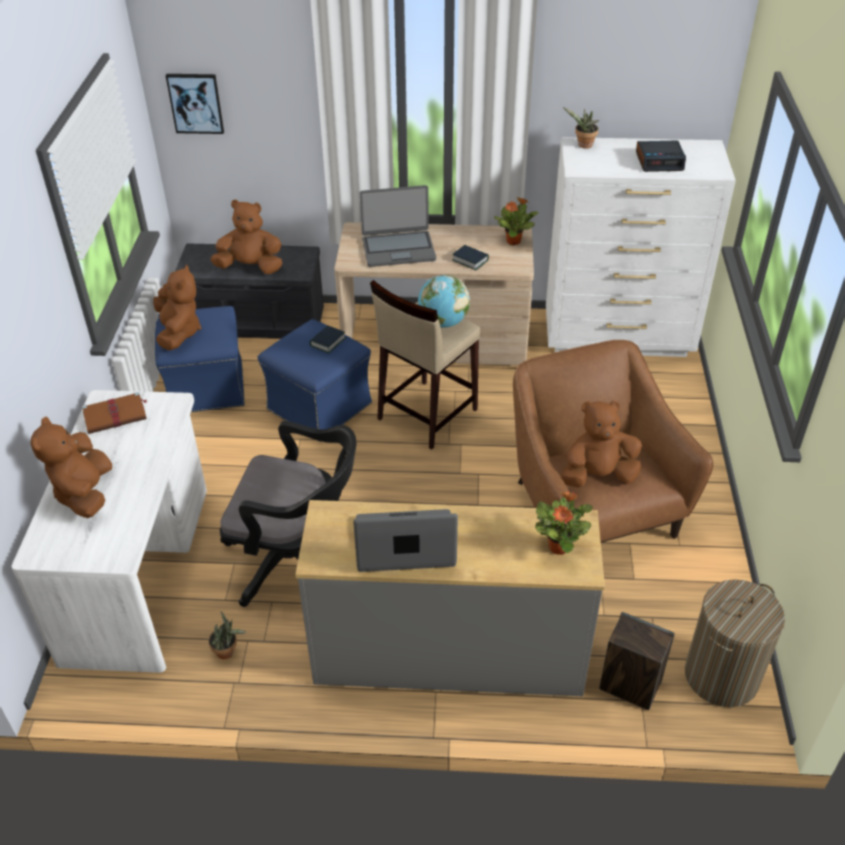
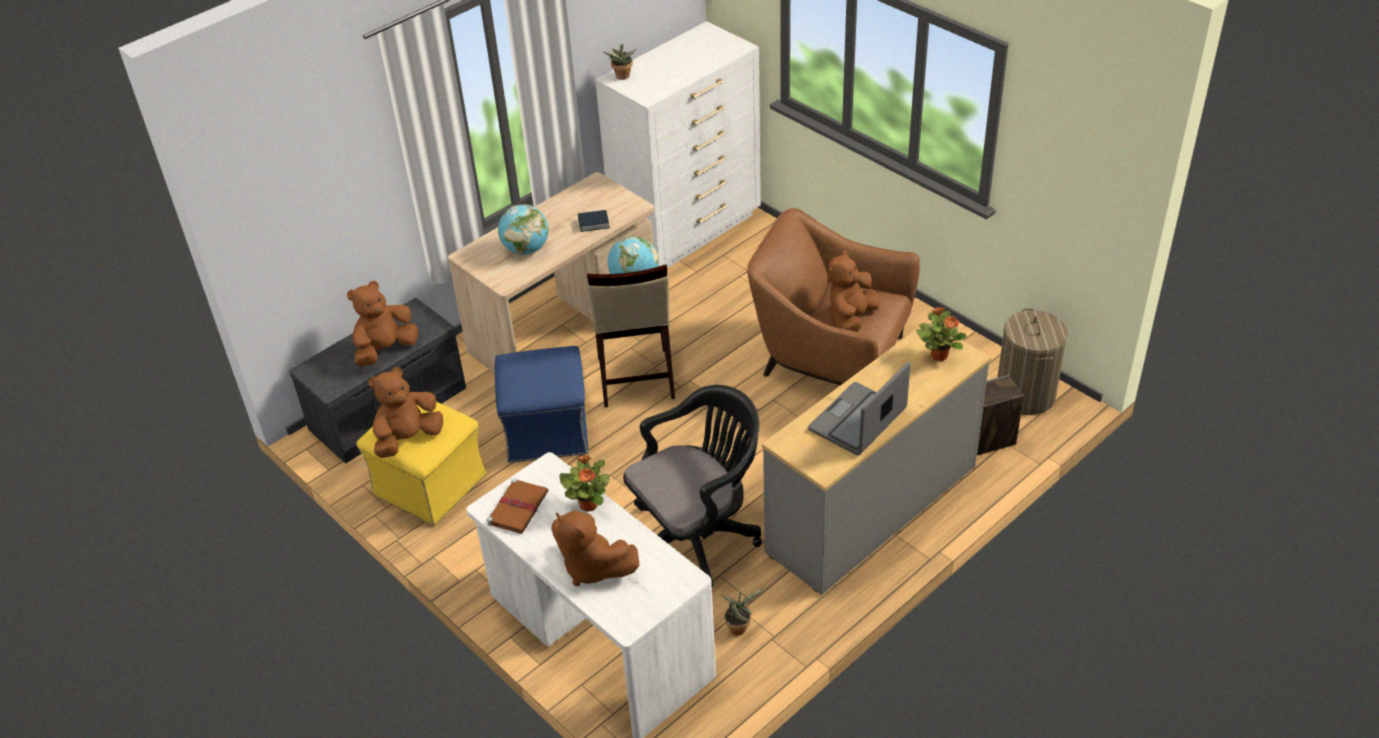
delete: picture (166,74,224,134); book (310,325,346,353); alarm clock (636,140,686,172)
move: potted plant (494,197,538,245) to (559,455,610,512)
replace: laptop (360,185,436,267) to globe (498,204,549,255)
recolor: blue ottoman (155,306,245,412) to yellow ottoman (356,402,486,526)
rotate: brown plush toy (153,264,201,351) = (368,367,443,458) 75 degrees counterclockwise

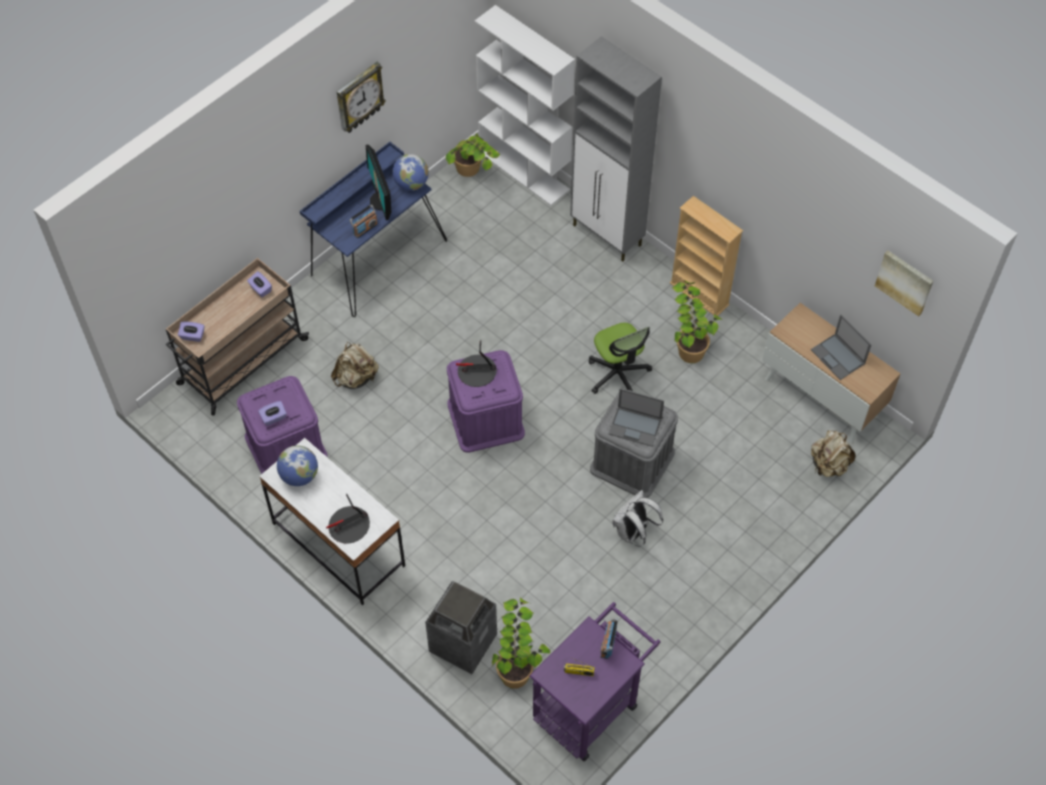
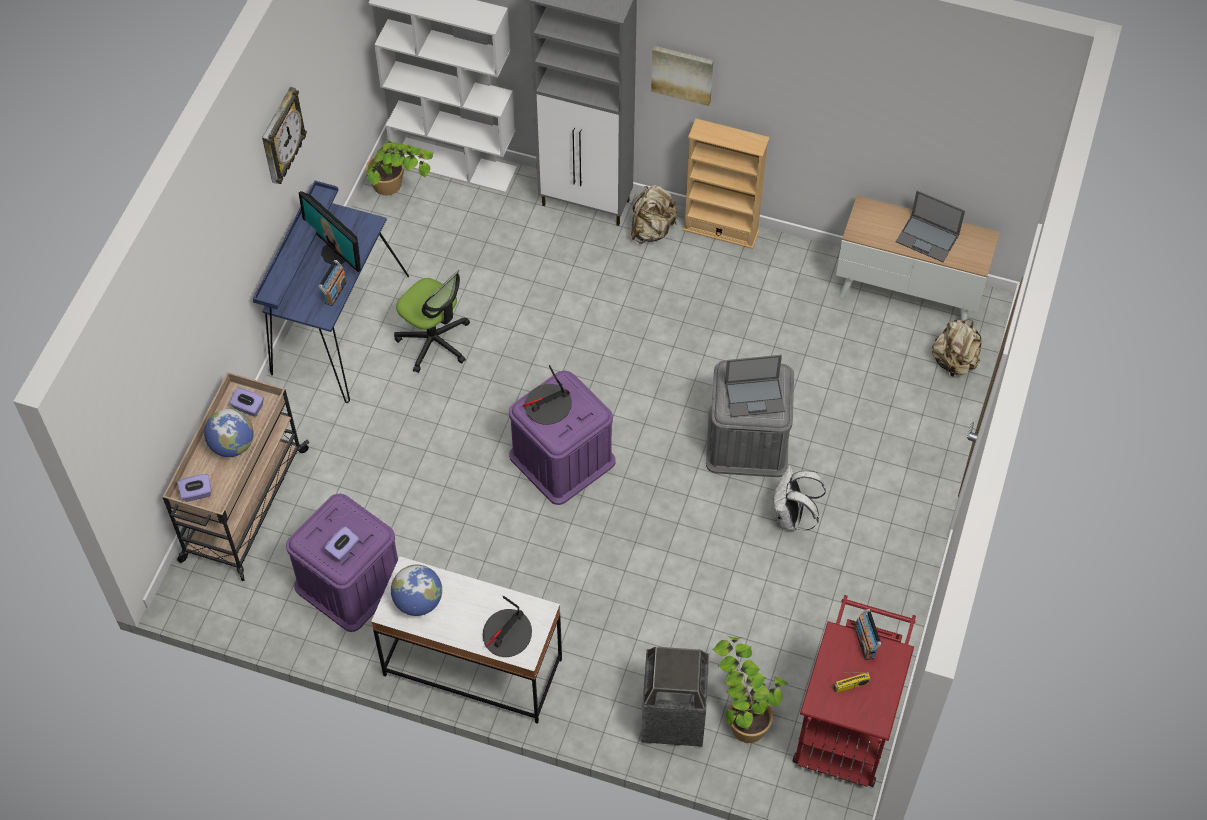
delete: potted plant (672,280,722,363)
move: beige backpack (331,342,379,389) to (631,185,677,244); globe (392,154,429,191) to (204,409,253,457); office chair (589,323,652,394) to (394,270,470,373); picture (875,250,933,316) to (651,46,714,106)
recolor: purple cart (529,602,661,761) to red cart (793,595,916,787)

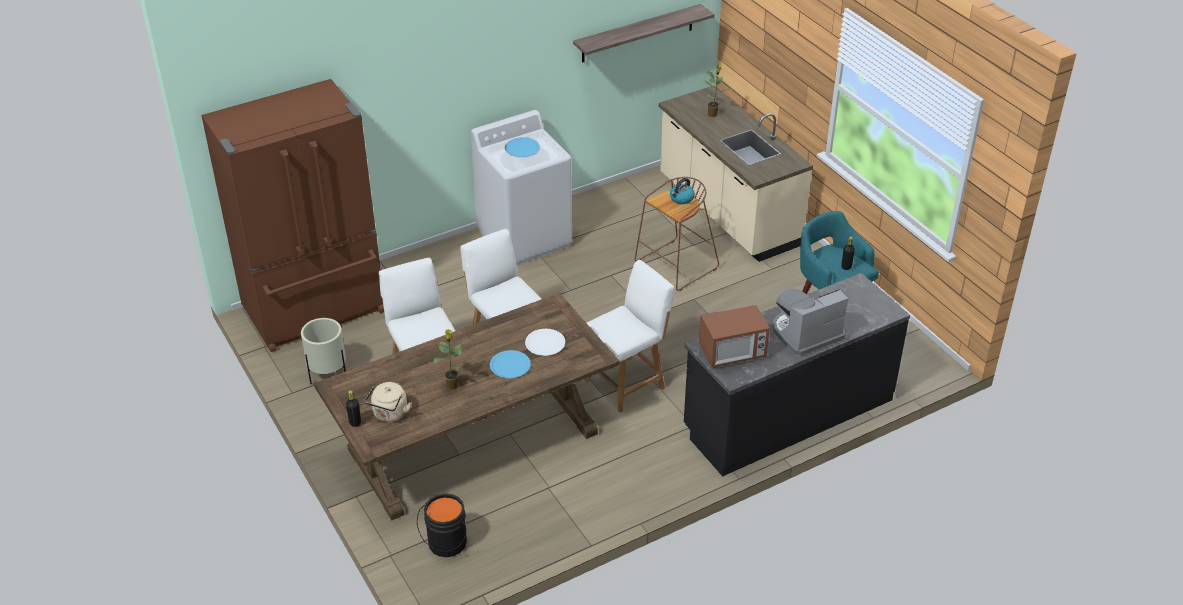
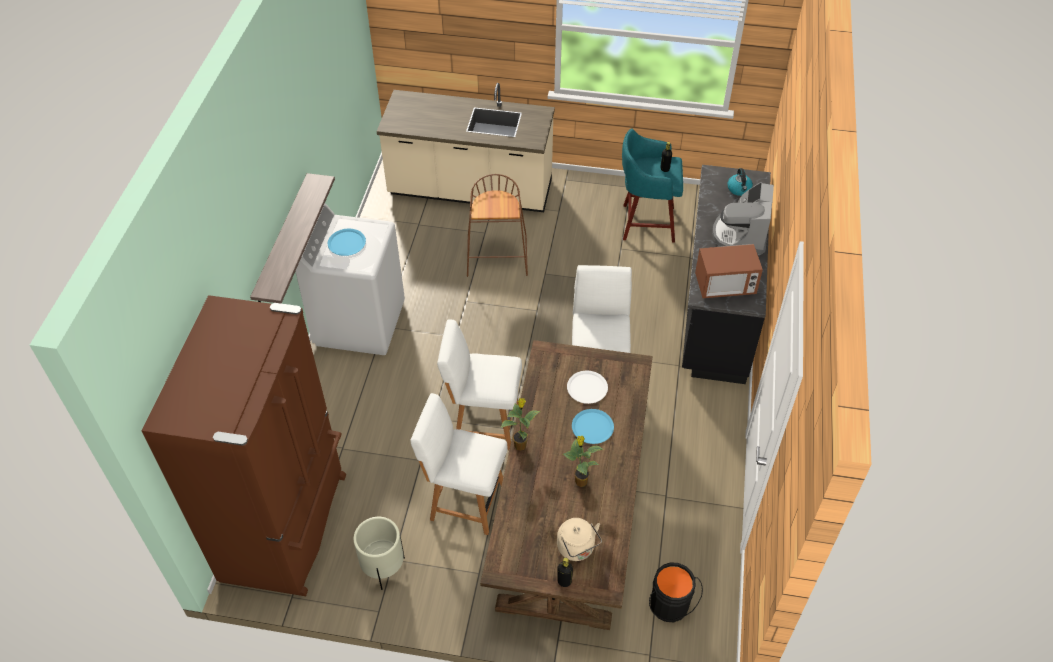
move: shelf (573,4,715,63) to (250,173,335,304); kettle (670,178,695,204) to (727,168,753,196); potted plant (702,65,732,117) to (501,398,540,451)
rotate: microwave (699,304,770,367) = (695,244,763,298) 60 degrees clockwise

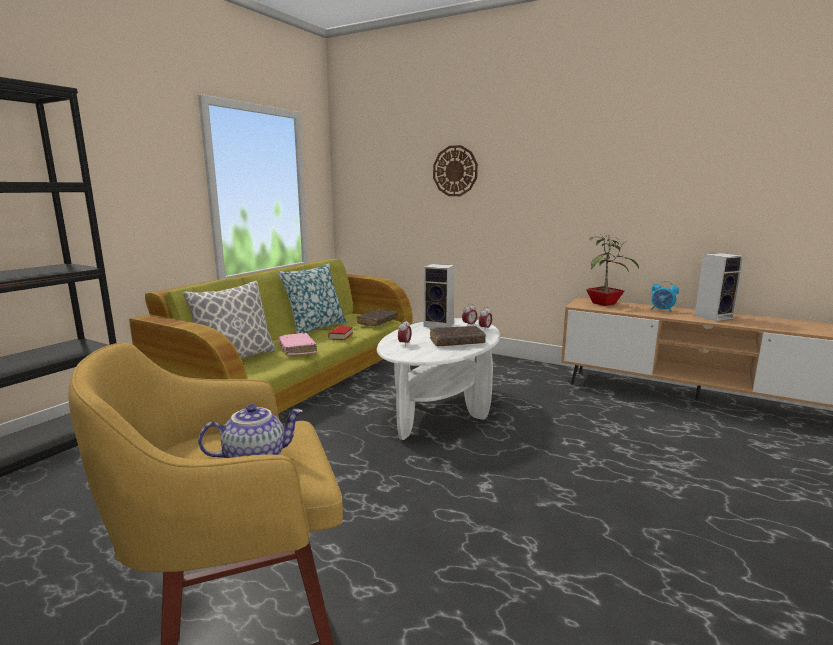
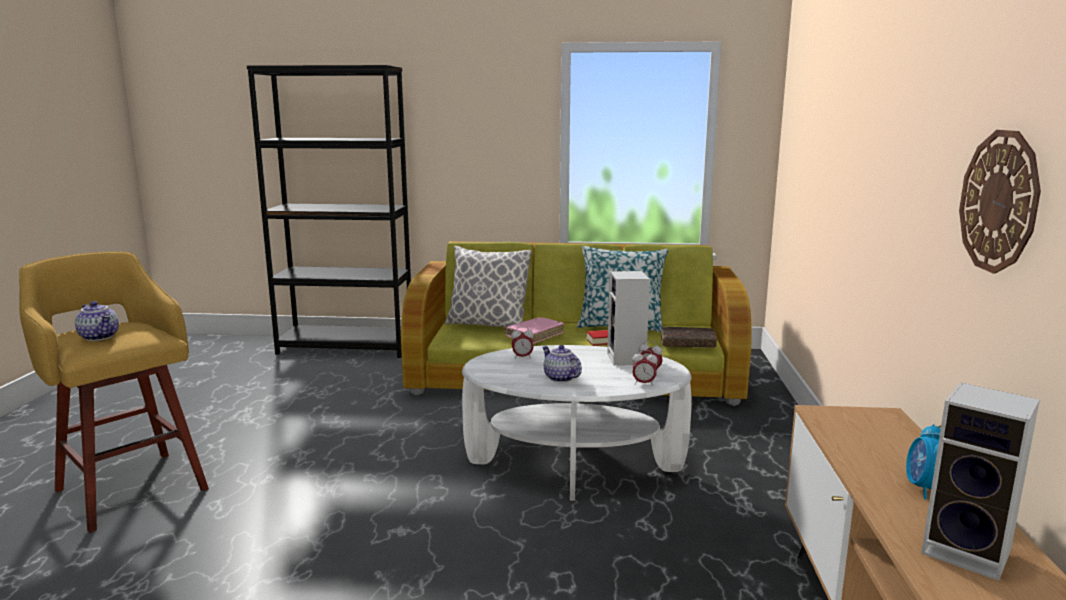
delete: potted plant (586,234,639,306)
move: wall clock (433,145,478,196) to (959,130,1041,274)
replace: brown book (429,326,486,346) to teapot (542,345,582,382)

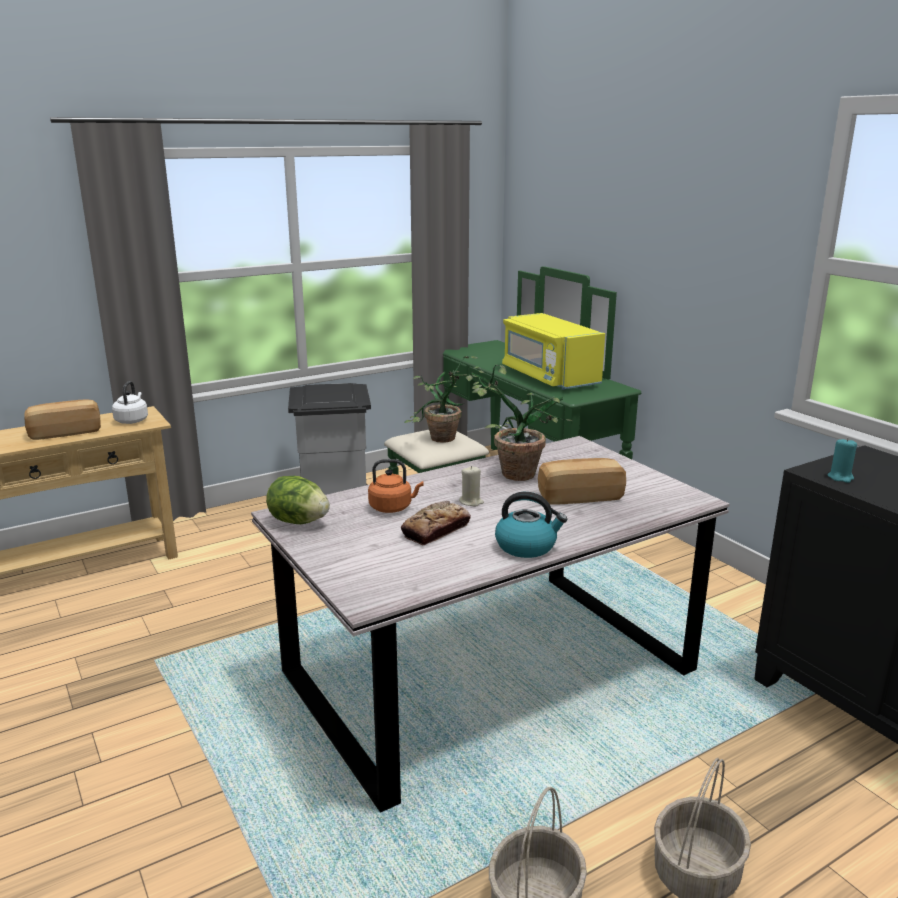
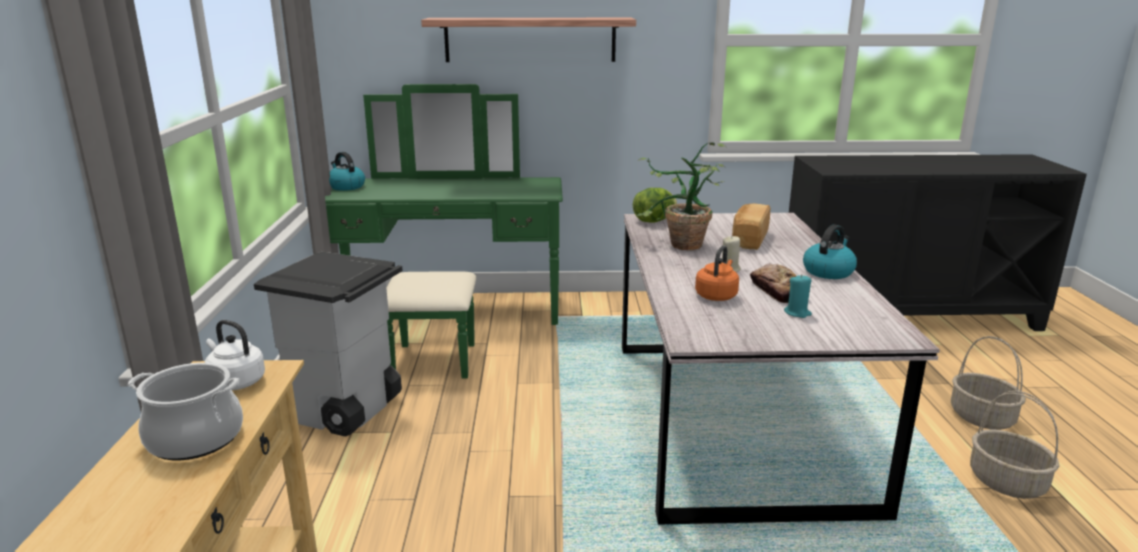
delete: potted plant (404,356,477,443); yellow microwave (502,313,605,390)
insert: kettle (329,152,365,191); shelf (421,18,636,62)
move: lettuce (266,476,330,524) to (633,188,677,223); turquoise candle (828,438,857,483) to (784,274,812,318)
replace: bread (24,400,101,440) to cooking pot (128,363,243,460)

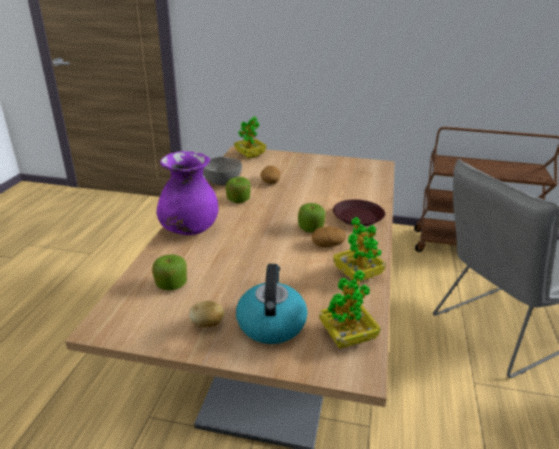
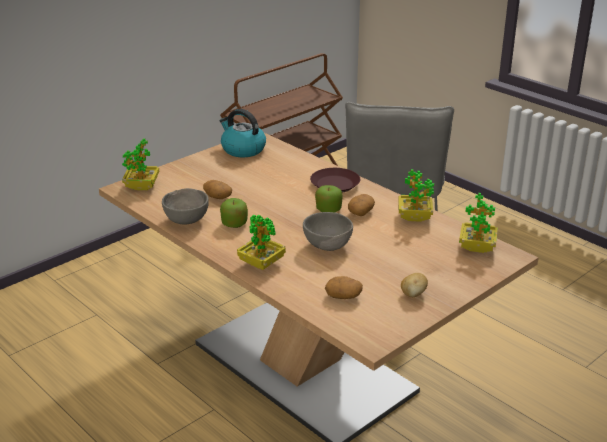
insert: grey bowl (303,212,353,251)
move: kettle (236,264,308,344) to (220,109,266,157)
replace: apple (152,254,187,291) to potato (325,276,363,299); purple vase (156,151,218,235) to potted plant (237,215,286,270)

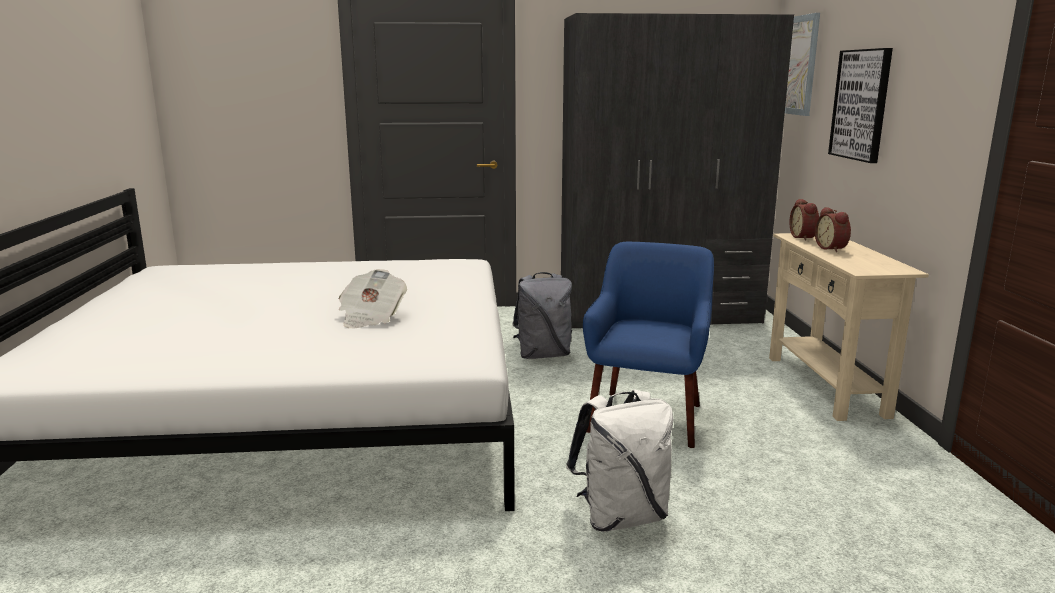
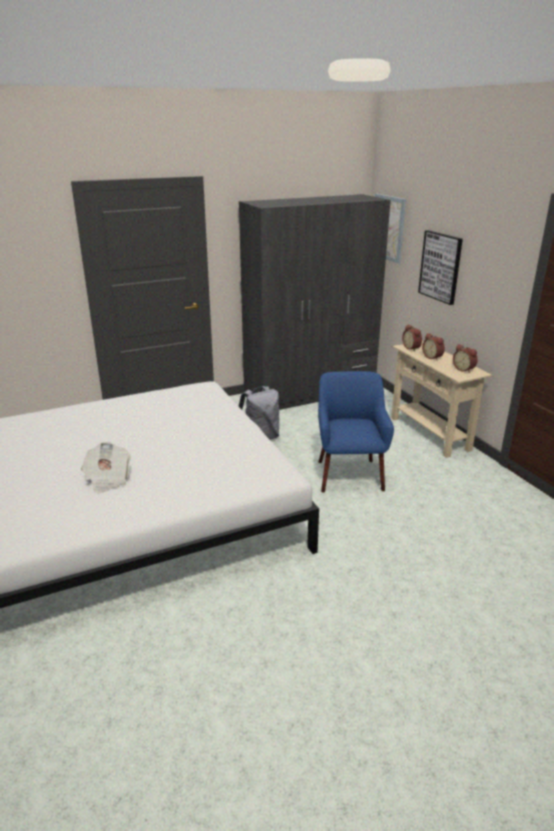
delete: white backpack (566,389,673,532)
insert: alarm clock (453,344,478,373)
move: newspaper (339,269,407,328) to (81,442,131,494)

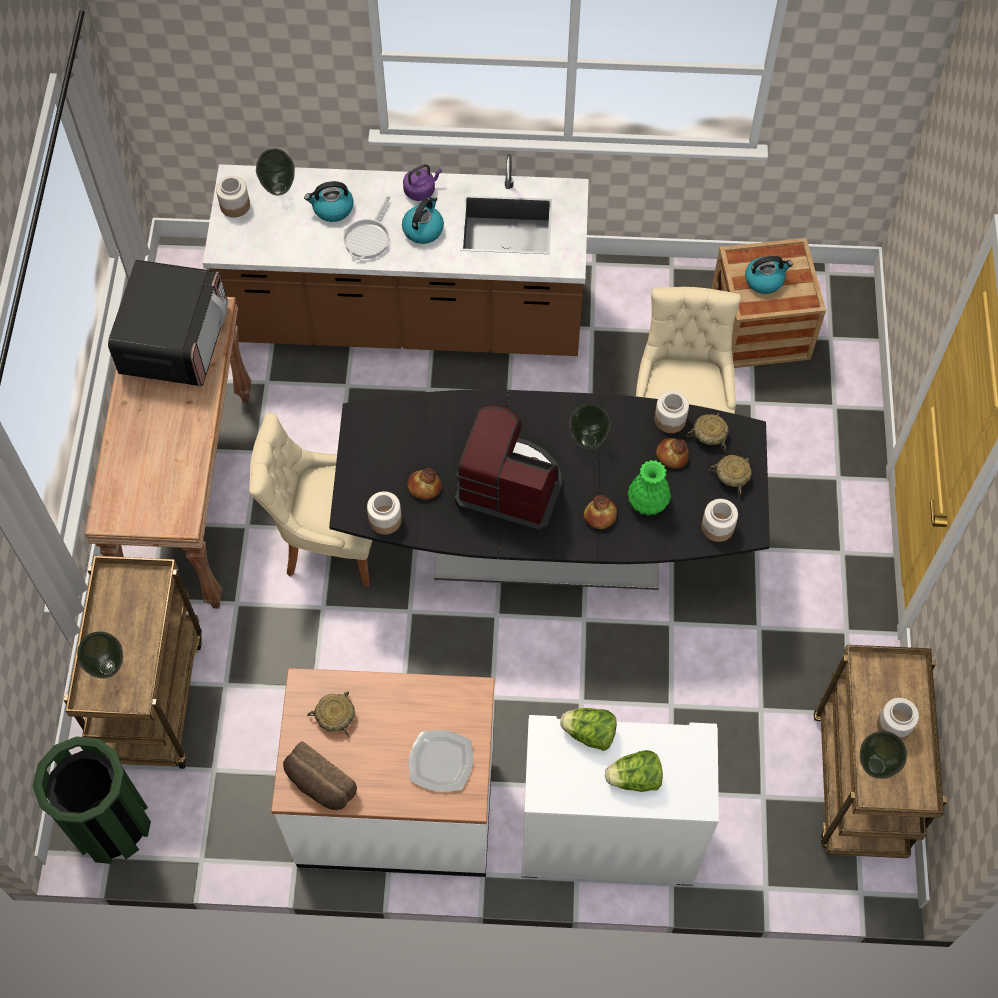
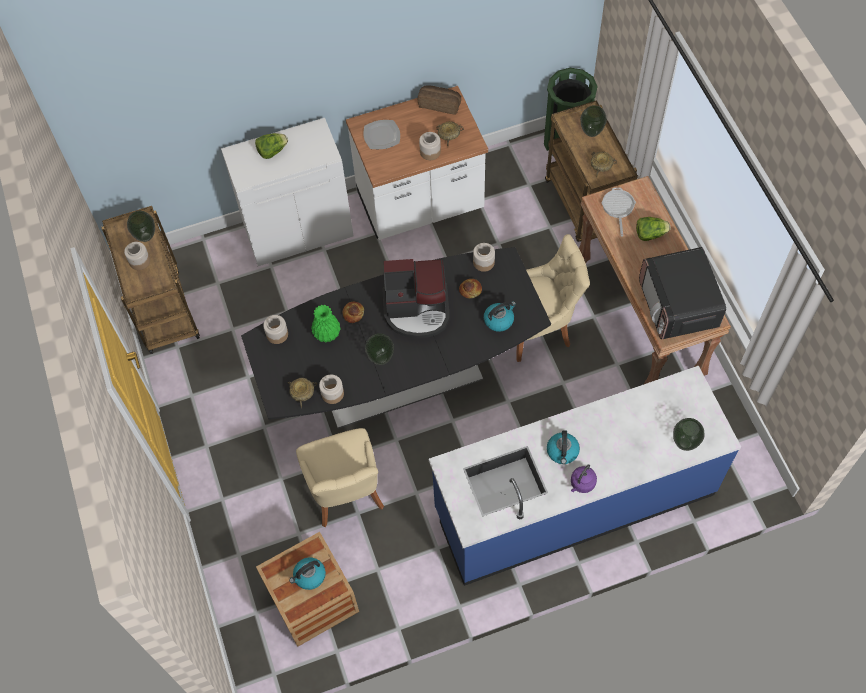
delete: bread (656,438,689,468)
move: jar (216,176,250,218) to (419,132,441,160); kettle (304,181,353,222) to (484,301,516,332); frying pan (343,196,390,259) to (602,188,636,237); lettuce (560,708,617,751) to (636,217,670,241); beige bowl (709,455,752,497) to (591,152,617,178)
recolor: brown counter (203,154,588,356) to blue counter (429,366,741,586)

